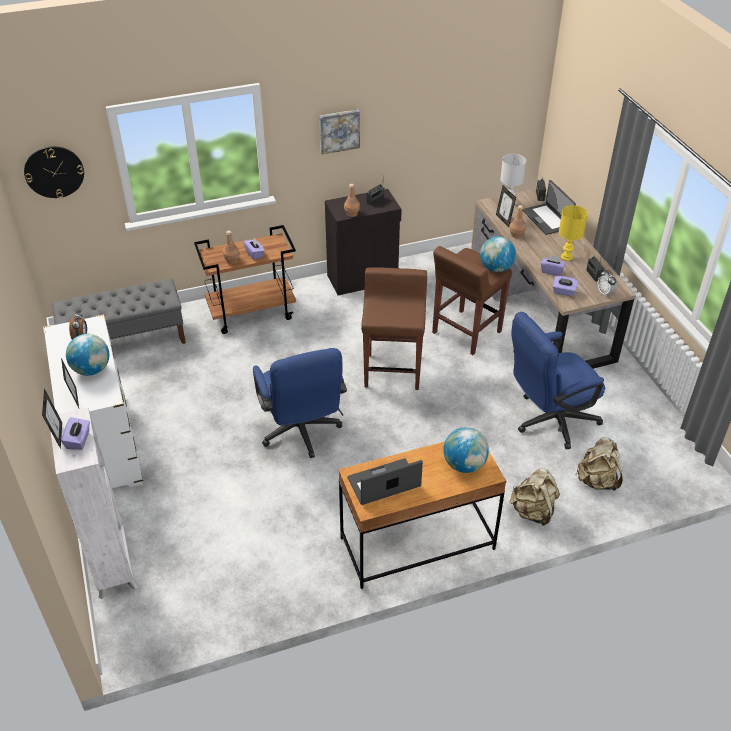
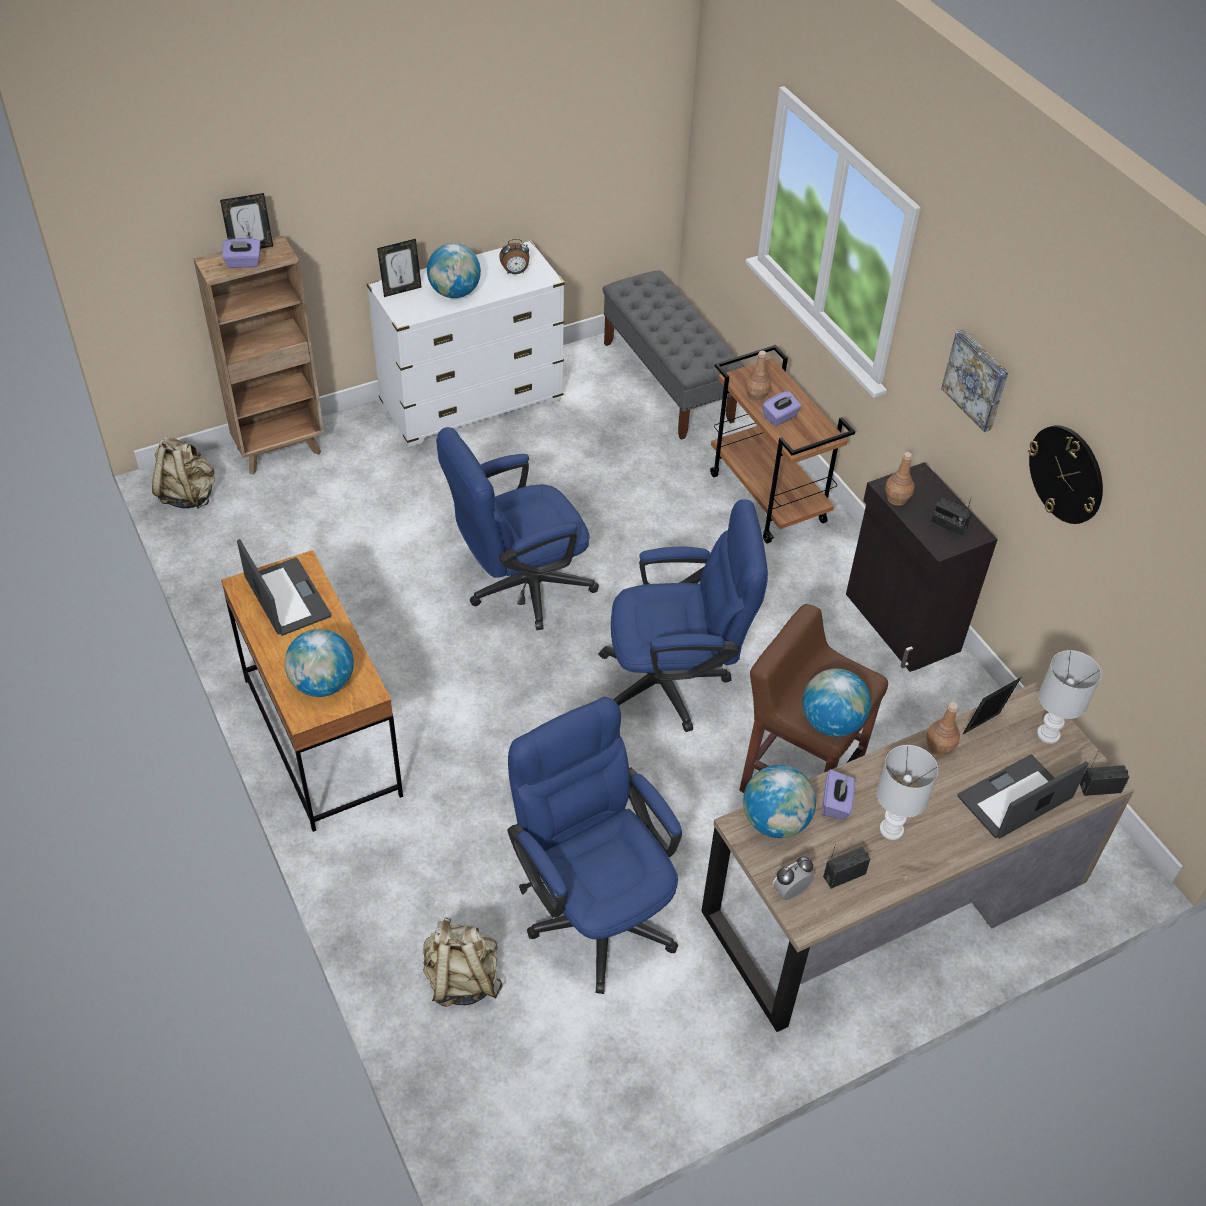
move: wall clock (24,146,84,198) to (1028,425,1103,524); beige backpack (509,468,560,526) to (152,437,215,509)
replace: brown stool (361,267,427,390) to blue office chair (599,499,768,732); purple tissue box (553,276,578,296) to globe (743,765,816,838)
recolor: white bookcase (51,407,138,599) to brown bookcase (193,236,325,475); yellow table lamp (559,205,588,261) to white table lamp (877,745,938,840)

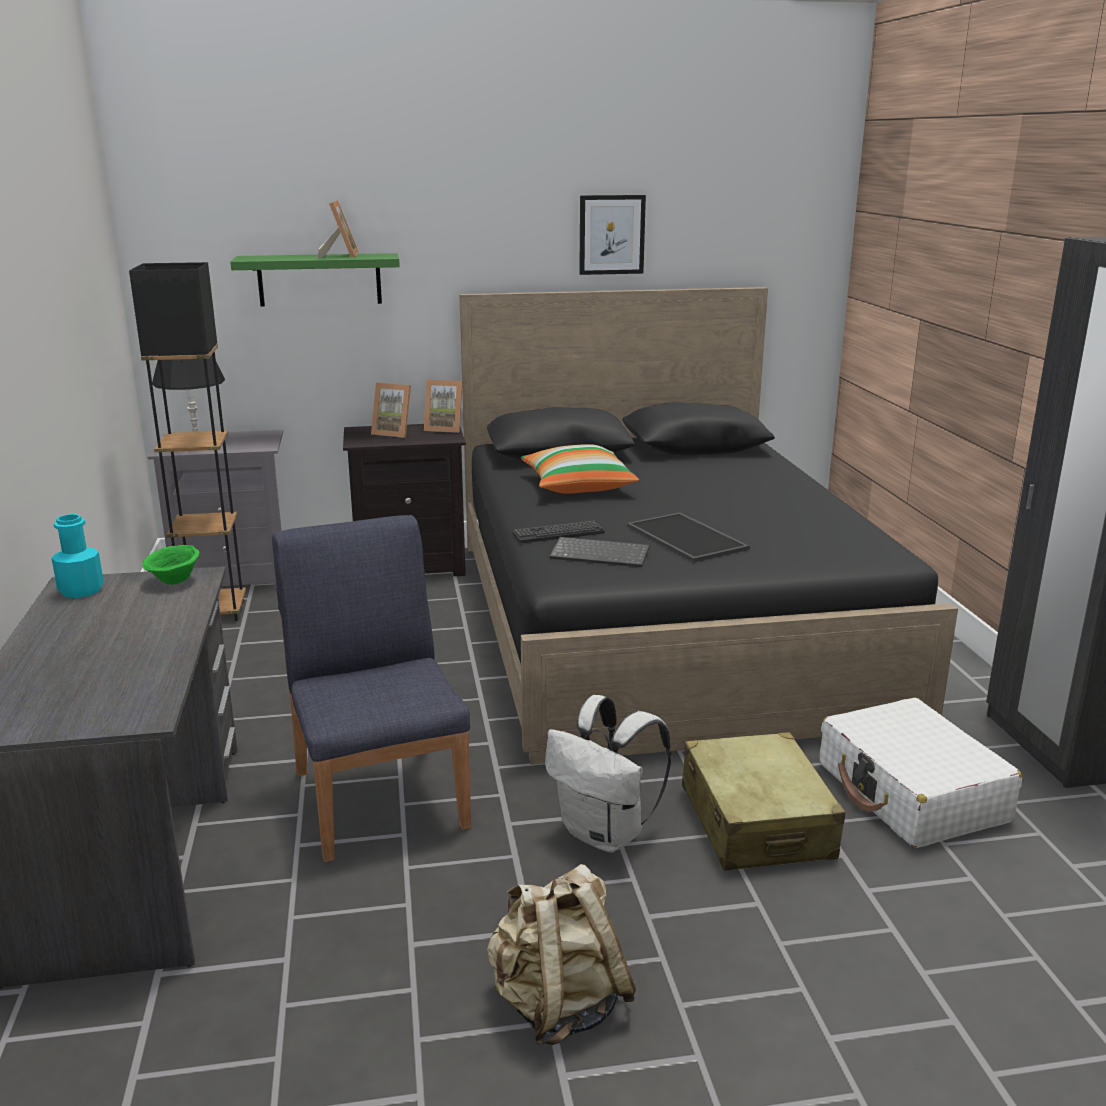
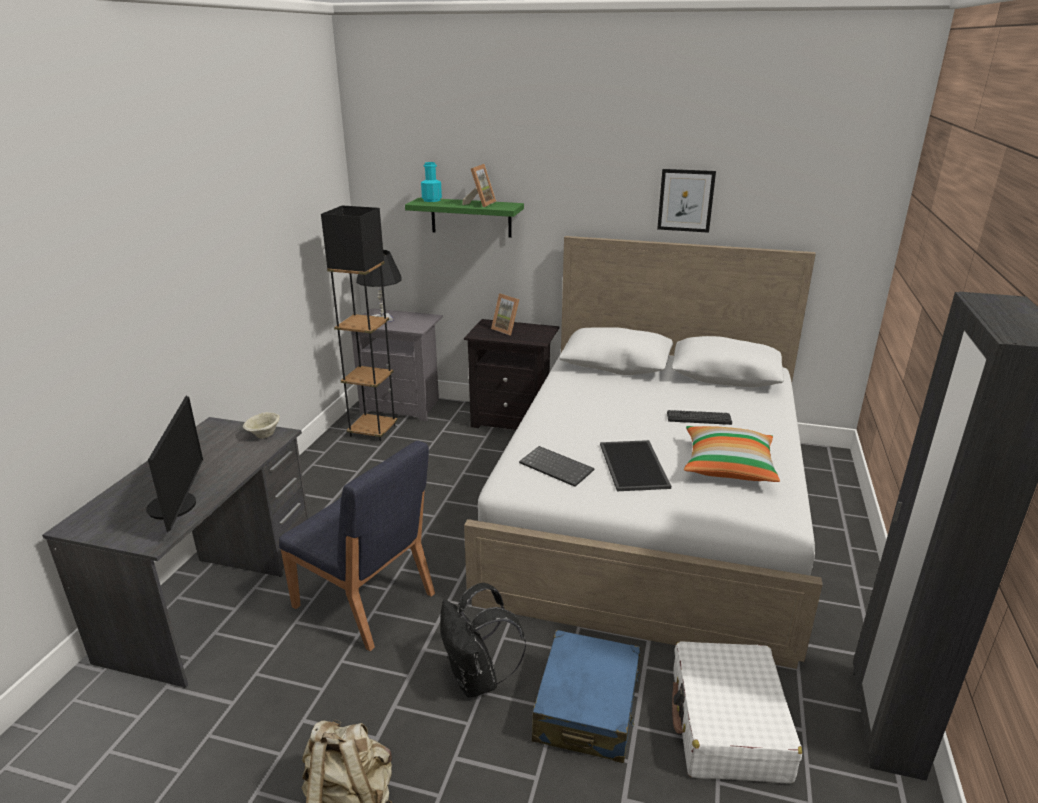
delete: picture frame (424,380,463,433)
insert: monitor (146,396,203,532)
move: turquoise bottle (51,514,104,598) to (421,162,442,202); keyboard (512,521,605,543) to (667,410,732,425); pillow (521,444,639,494) to (684,426,780,482)
recolor: green bowl (142,545,200,585) to beige bowl (243,412,280,439); black bed (459,287,958,764) to white bed (464,236,822,669); white backpack (545,695,671,853) to black backpack (440,583,526,698); beige suitcase (682,732,846,871) to blue suitcase (532,630,640,763)
rotate: blue chair (272,515,471,862) = (279,441,435,651) 120 degrees clockwise

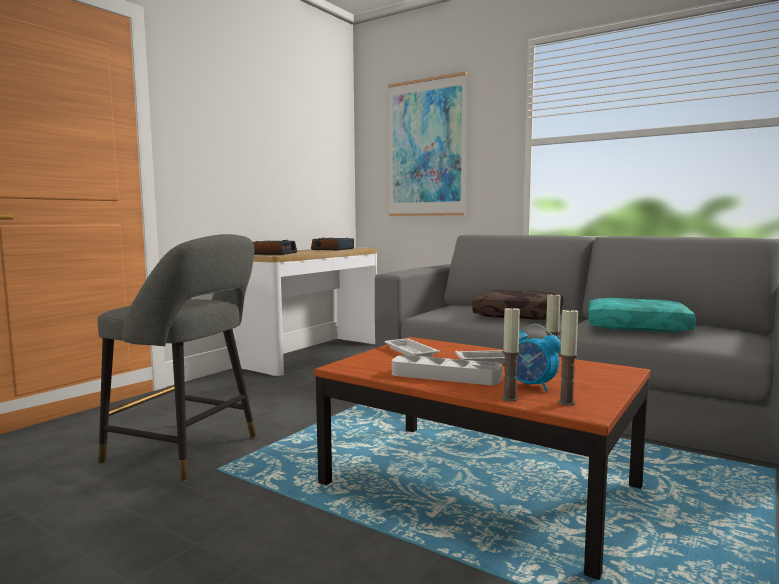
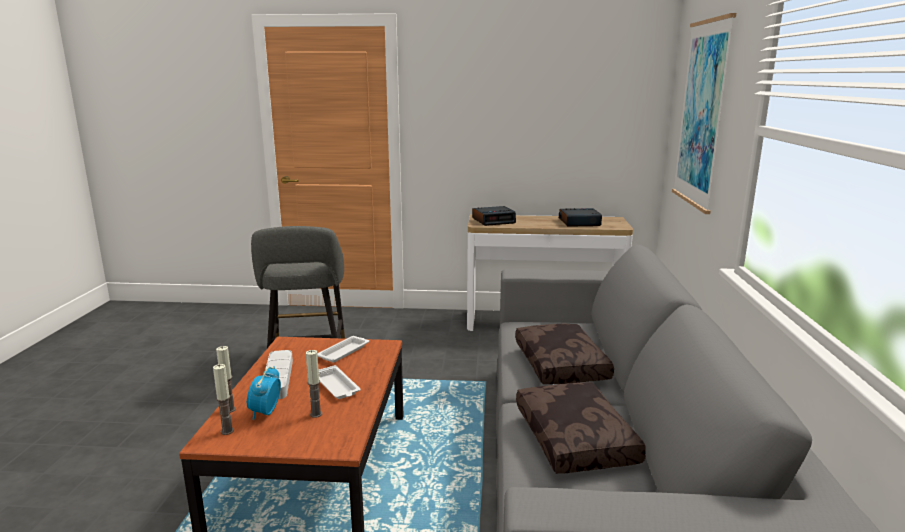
recolor: turquoise pillow (588,298,696,332) to brown pillow (516,382,646,474)

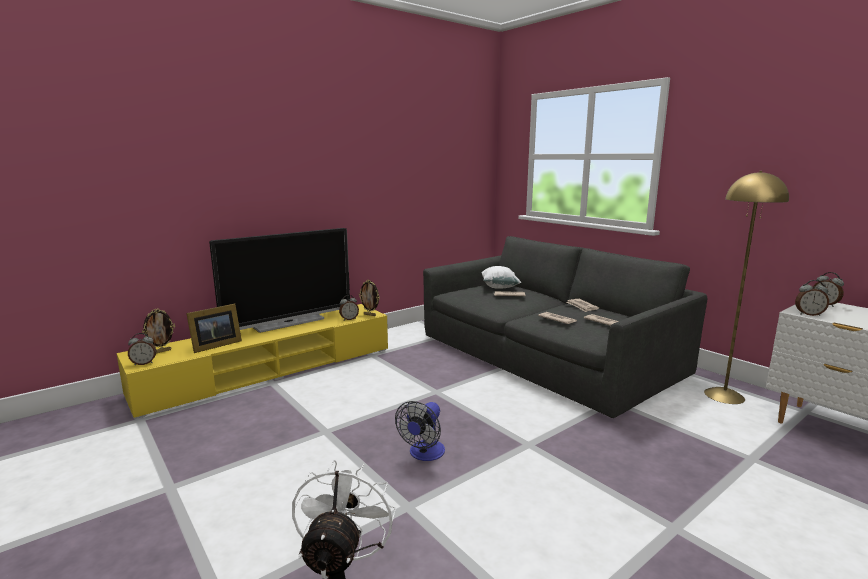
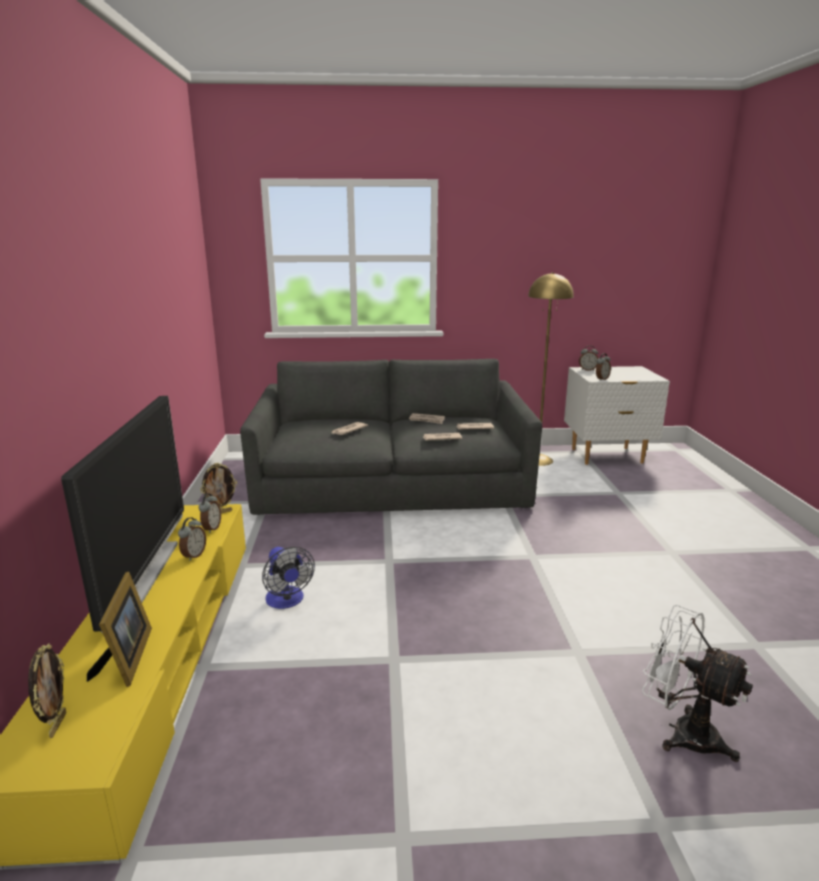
delete: white pillow (481,266,521,289)
move: alarm clock (128,333,156,365) to (178,517,206,561); fan (395,401,445,461) to (262,547,315,609)

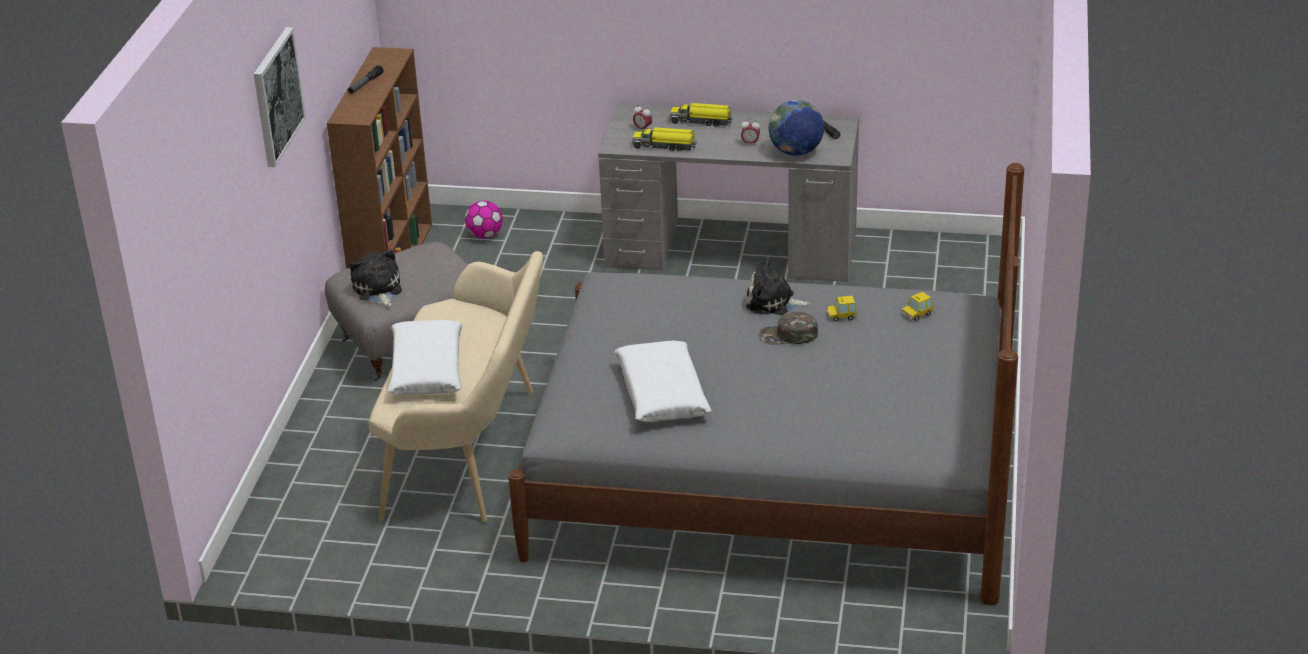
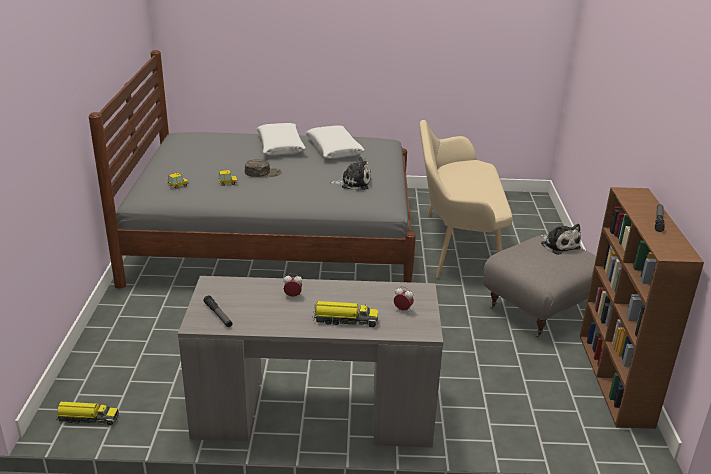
delete: picture (254,27,306,167); football (465,201,503,238); globe (769,100,824,156)
move: white pillow (387,320,463,395) to (257,123,306,155); toy truck (633,127,696,151) to (56,402,119,426); plush toy (746,257,811,315) to (330,157,371,190)

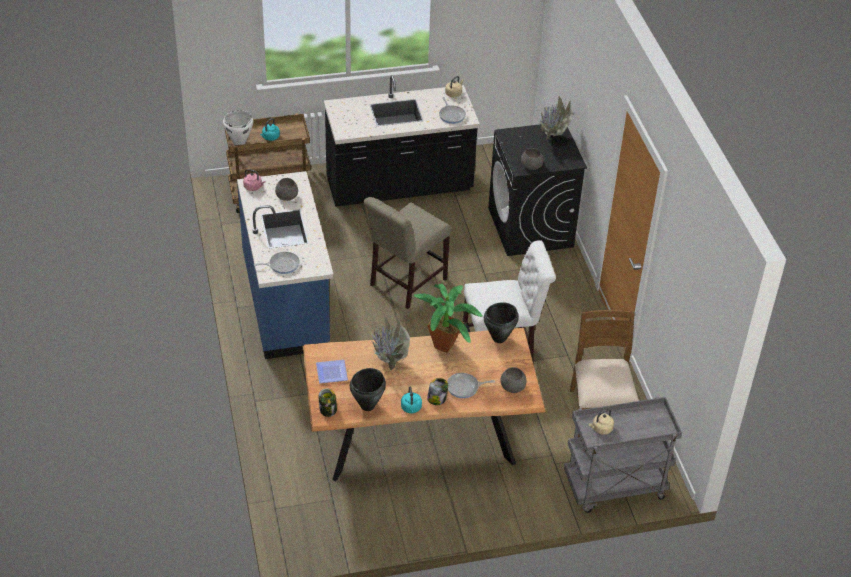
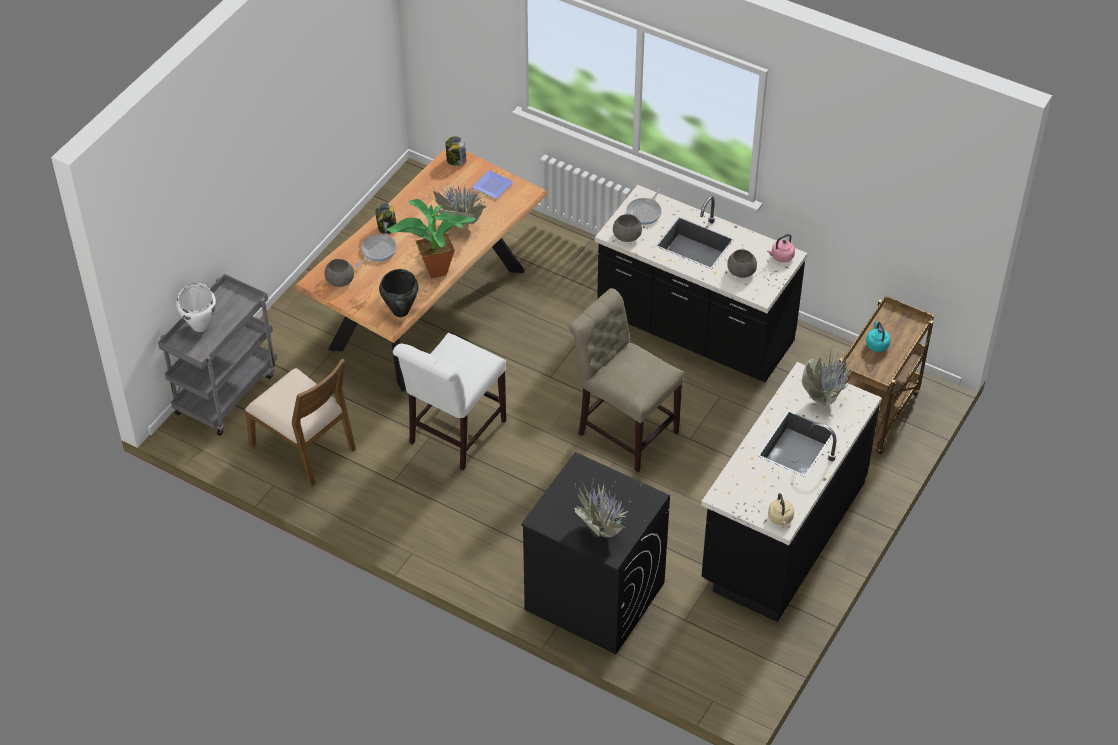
delete: black cooking pot (350,368,386,411); turquoise kettle (401,387,422,413); frying pan (439,97,466,124); beige kettle (589,409,614,435)
insert: potted plant (801,338,870,411)
move: white cooking pot (223,110,253,145) to (176,283,216,332); grey bowl (521,148,544,170) to (613,214,642,242)
recolor: blue counter (237,171,334,359) to black counter (595,185,807,382)
rotate: beige chair (363,197,451,309) = (569,288,684,472) 45 degrees counterclockwise

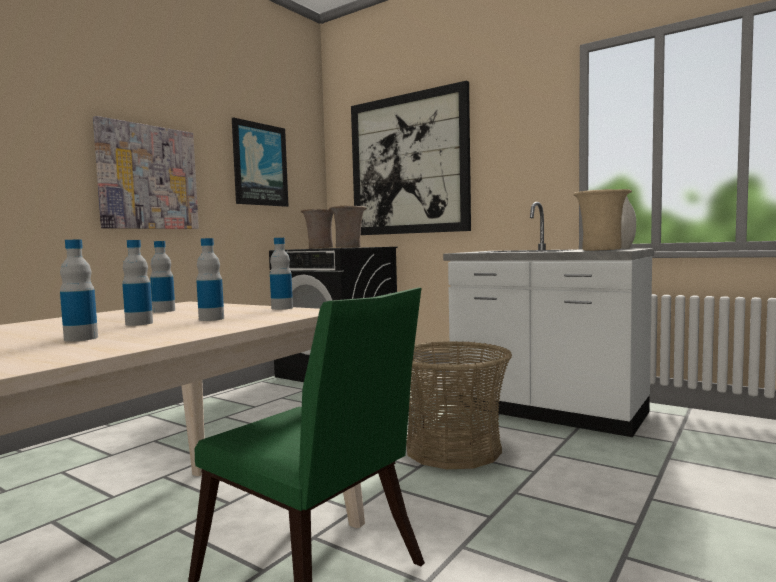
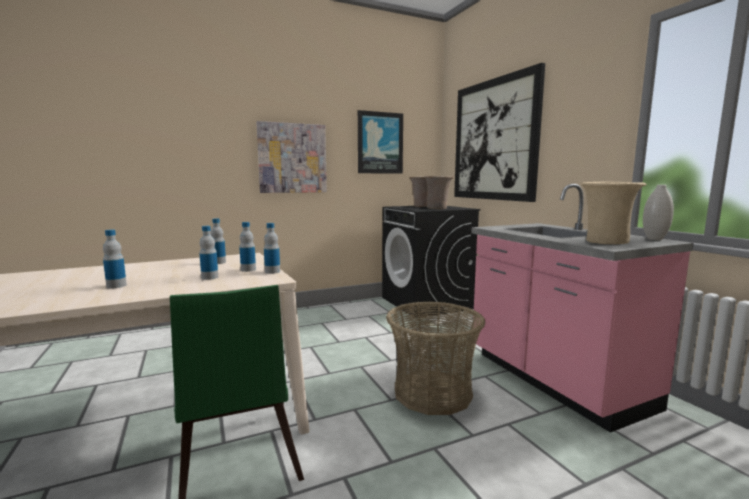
move: bottle (122,240,153,326) to (239,222,256,272)
recolor: white counter (443,202,654,437) to pink counter (471,184,694,433)

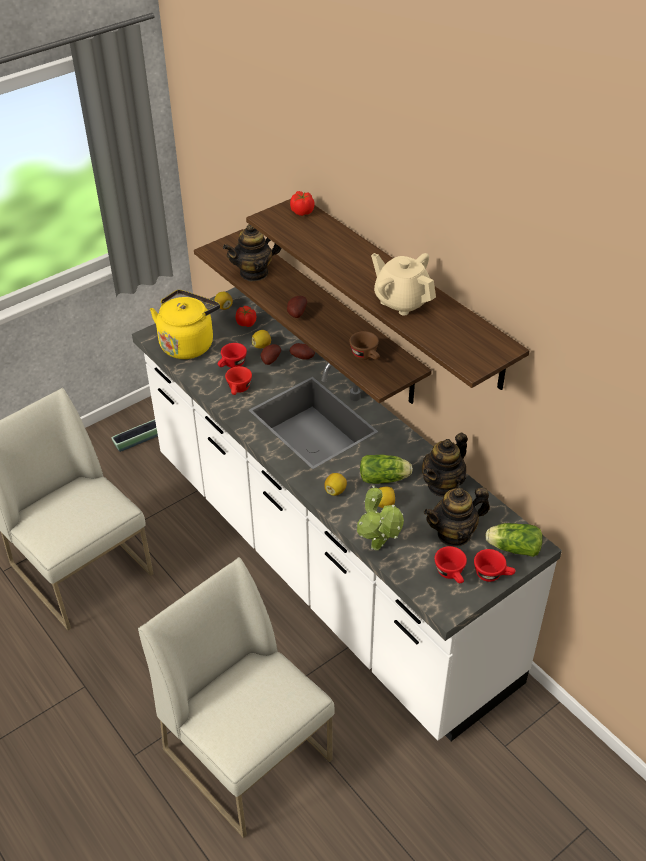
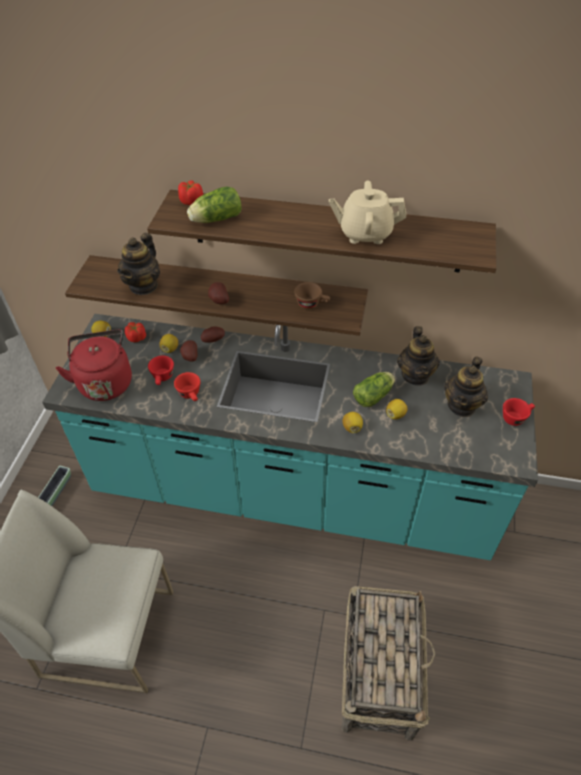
delete: potted plant (357,485,404,550); red cup (435,546,467,583)
move: lettuce (485,523,543,557) to (187,186,241,223)
replace: white chair (138,557,335,838) to basket (341,586,435,740)
recolor: white counter (132,287,562,741) to turquoise counter (42,314,538,560); yellow kettle (150,290,220,359) to red kettle (56,330,132,401)

